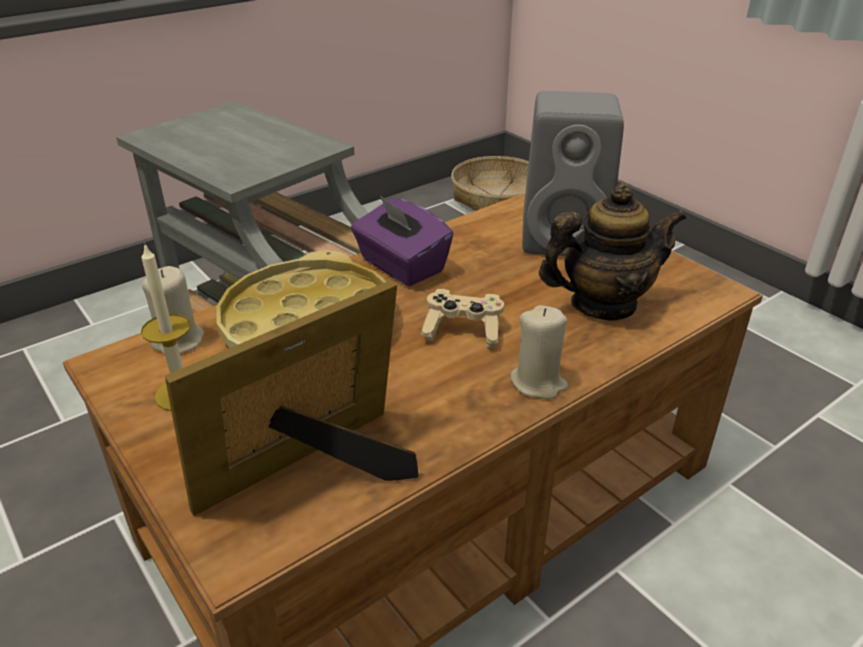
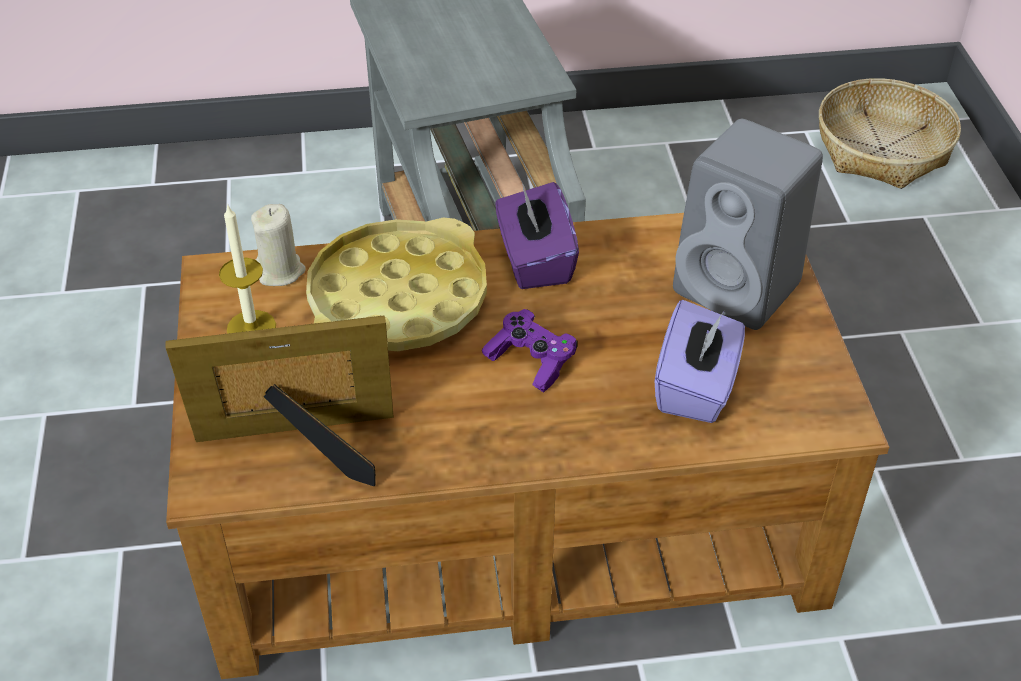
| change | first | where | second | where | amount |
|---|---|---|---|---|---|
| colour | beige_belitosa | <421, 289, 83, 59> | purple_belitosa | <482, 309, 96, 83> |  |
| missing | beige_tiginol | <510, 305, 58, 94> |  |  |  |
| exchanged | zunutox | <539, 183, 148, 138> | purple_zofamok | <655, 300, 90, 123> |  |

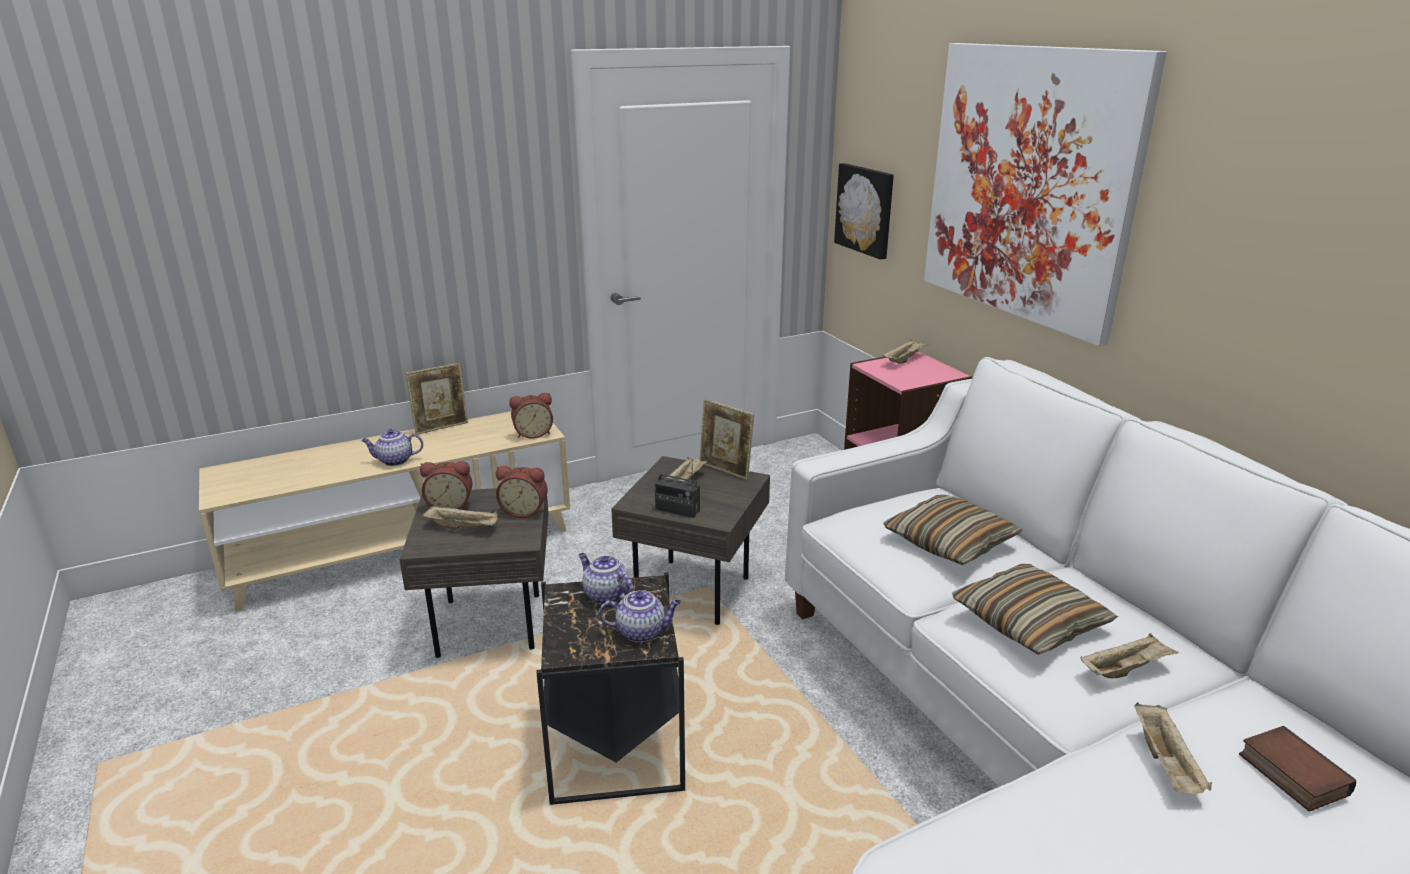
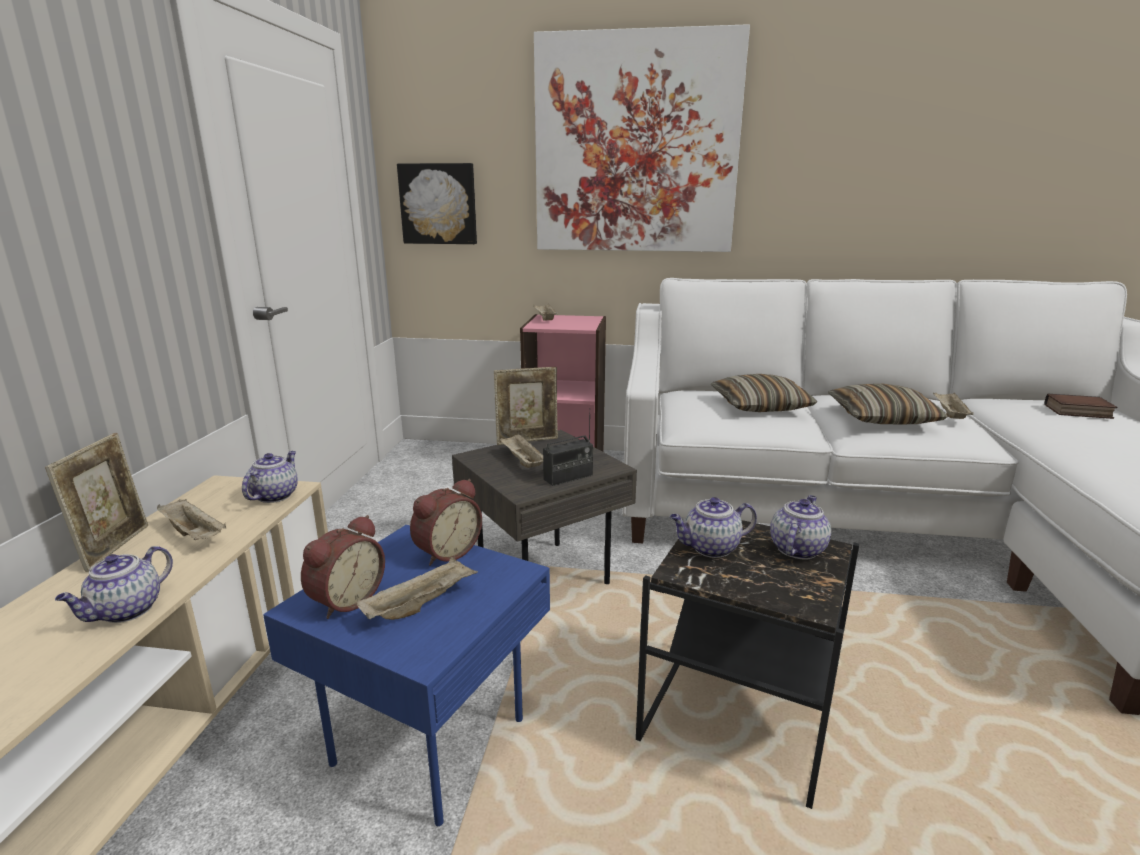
| change | first | where | second | where | amount |
|---|---|---|---|---|---|
| colour | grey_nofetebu | <399, 488, 150, 170> | blue_nofetebu | <263, 525, 287, 301> |  |
| exchanged | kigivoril | <509, 393, 44, 46> | zunutox | <242, 451, 56, 52> |  |
| relocated | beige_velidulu | <1134, 702, 78, 92> |  | <157, 499, 69, 41> |  |

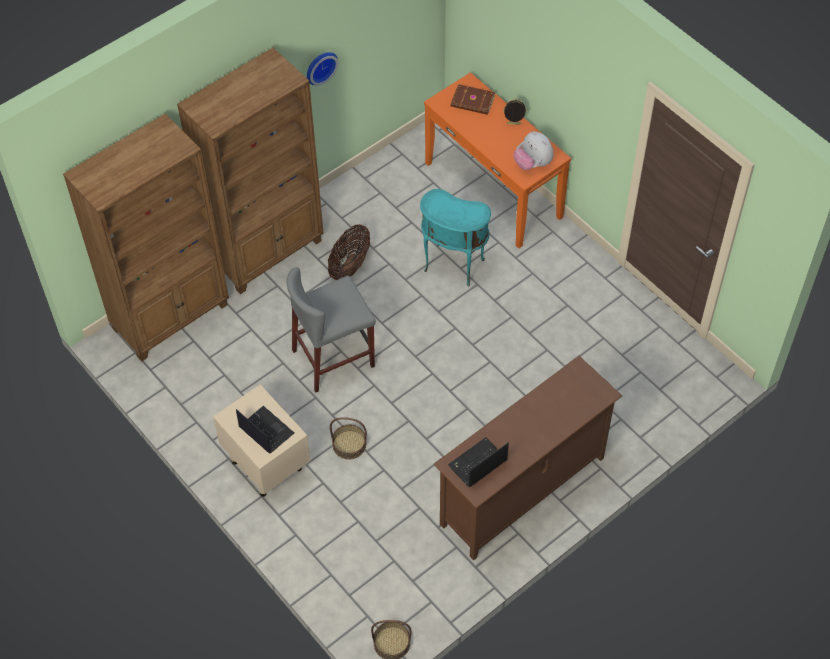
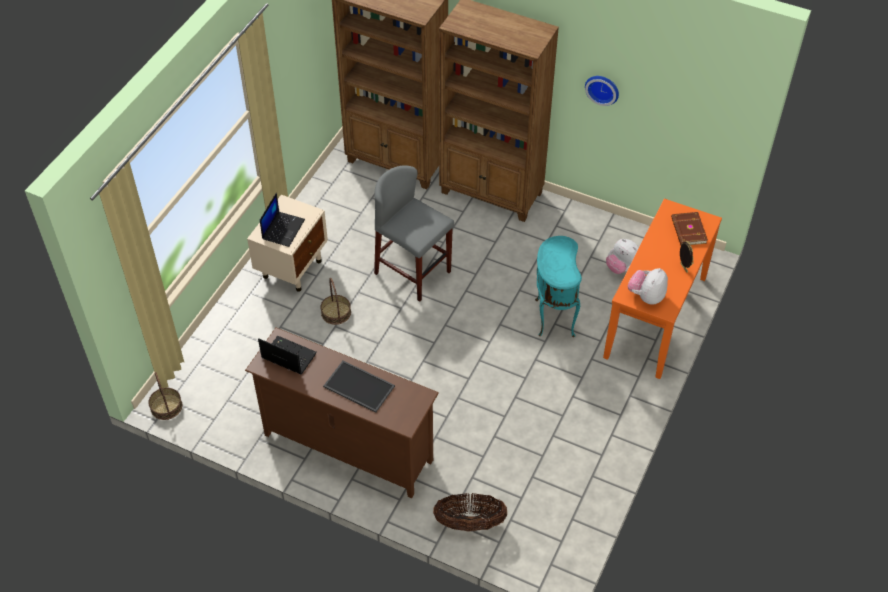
| change | first | where | second | where | amount |
|---|---|---|---|---|---|
| relocated | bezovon | <328, 224, 42, 56> |  | <433, 493, 74, 38> |  |
| appeared |  |  | velidulu | <323, 361, 72, 52> |  |
| appeared |  |  | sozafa | <606, 239, 33, 35> |  |

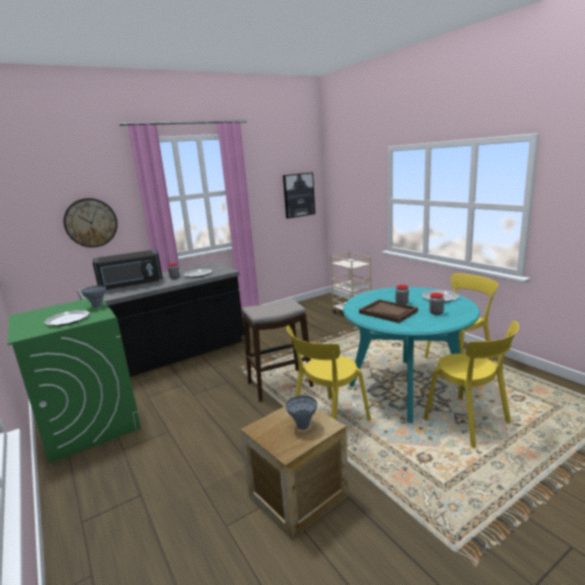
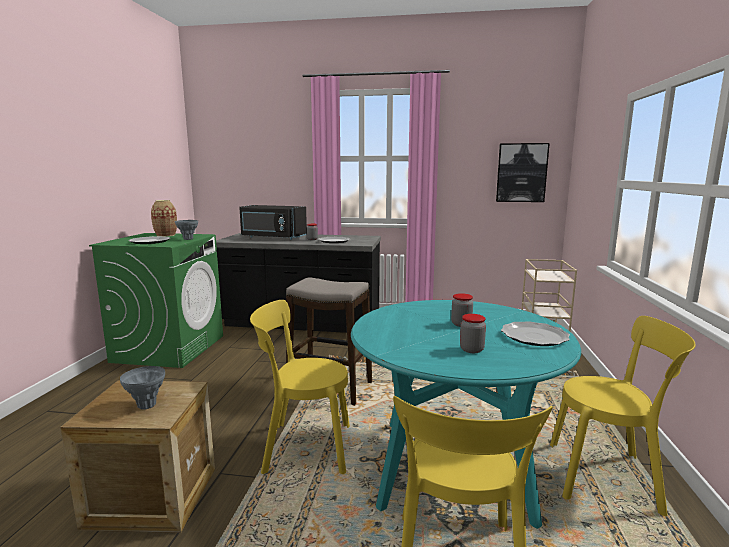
| change | first | where | second | where | amount |
|---|---|---|---|---|---|
| missing | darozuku | <64, 198, 54, 50> |  |  |  |
| missing | brown_velidulu | <359, 299, 59, 24> |  |  |  |
| appeared |  |  | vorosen | <151, 200, 26, 37> |  |

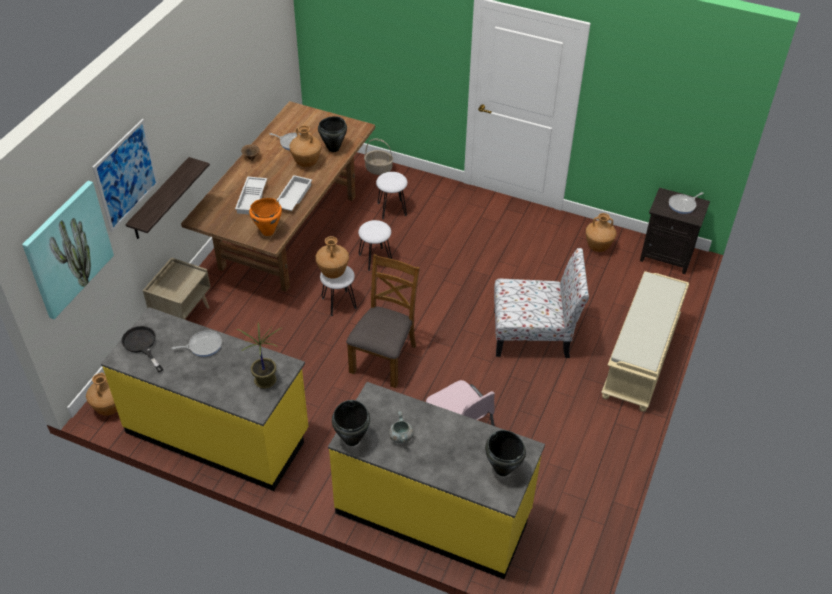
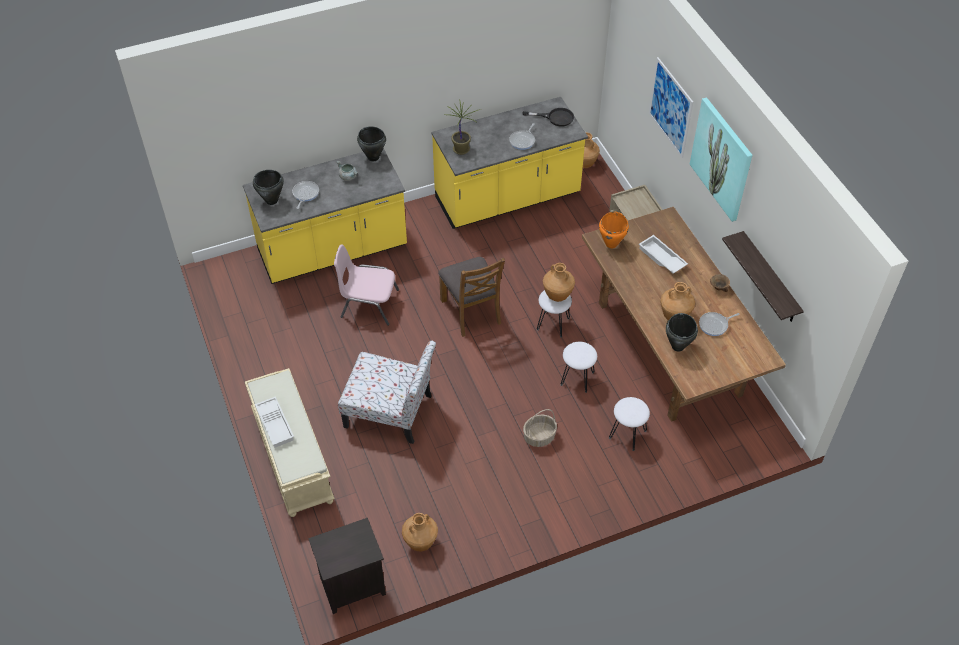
| change | first | where | second | where | amount |
|---|---|---|---|---|---|
| relocated | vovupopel | <22, 181, 92, 138> |  | <690, 97, 62, 125> |  |
| relocated | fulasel | <125, 157, 85, 82> |  | <722, 231, 82, 91> |  |
| relocated | white_velidulu | <277, 175, 35, 36> |  | <255, 396, 39, 52> |  |
| relocated | bezovon | <364, 139, 29, 36> |  | <523, 409, 34, 38> |  |
| spun | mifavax | <494, 248, 95, 110> |  | <338, 340, 98, 104> | 120 degrees counterclockwise |
| relocated | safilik | <669, 192, 35, 22> |  | <292, 181, 27, 28> |  |

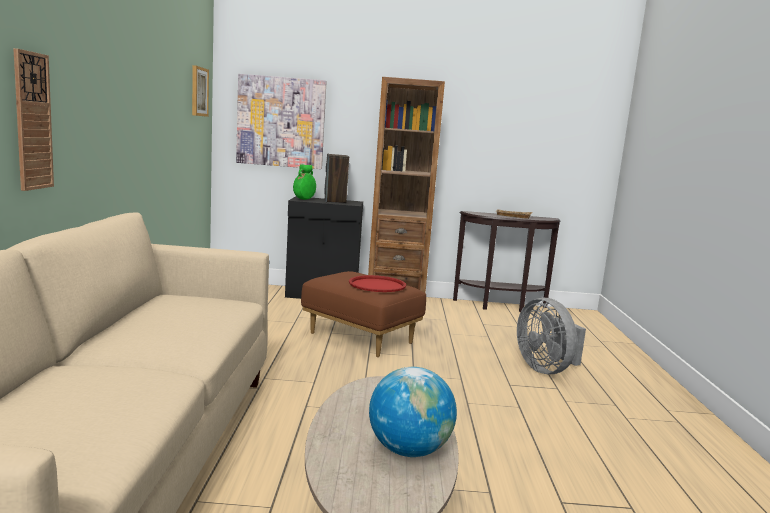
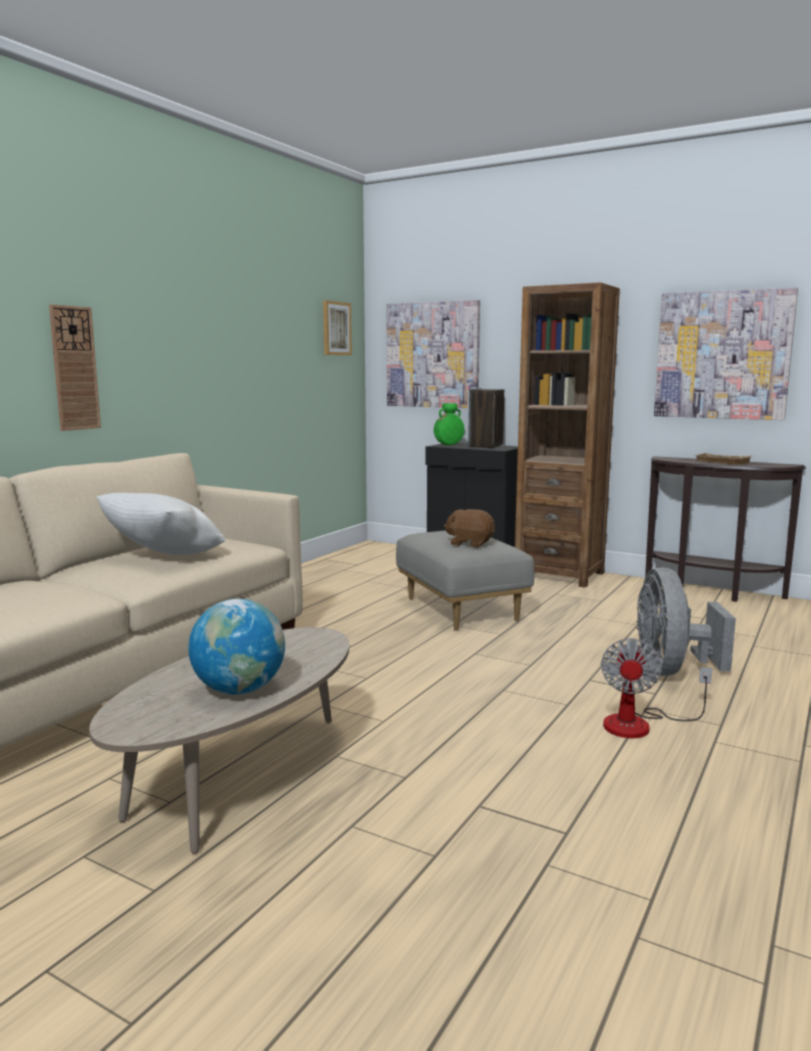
| change | first | where | second | where | amount |
|---|---|---|---|---|---|
| colour | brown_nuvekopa | <301, 271, 125, 86> | grey_nuvekopa | <396, 531, 138, 100> |  |
| exchanged | red_velidulu | <349, 275, 57, 17> | brown_sozafa | <444, 509, 51, 39> |  |
| appeared |  |  | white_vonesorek | <96, 493, 130, 62> |  |
| appeared |  |  | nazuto | <601, 638, 111, 100> |  |
| appeared |  |  | vovupopel | <654, 287, 144, 133> |  |

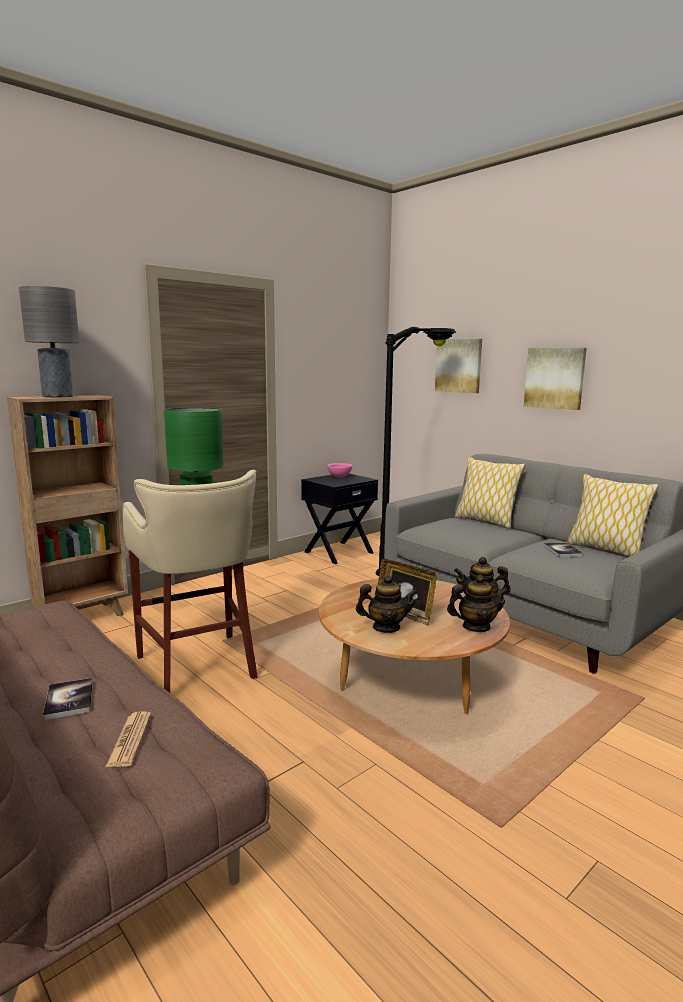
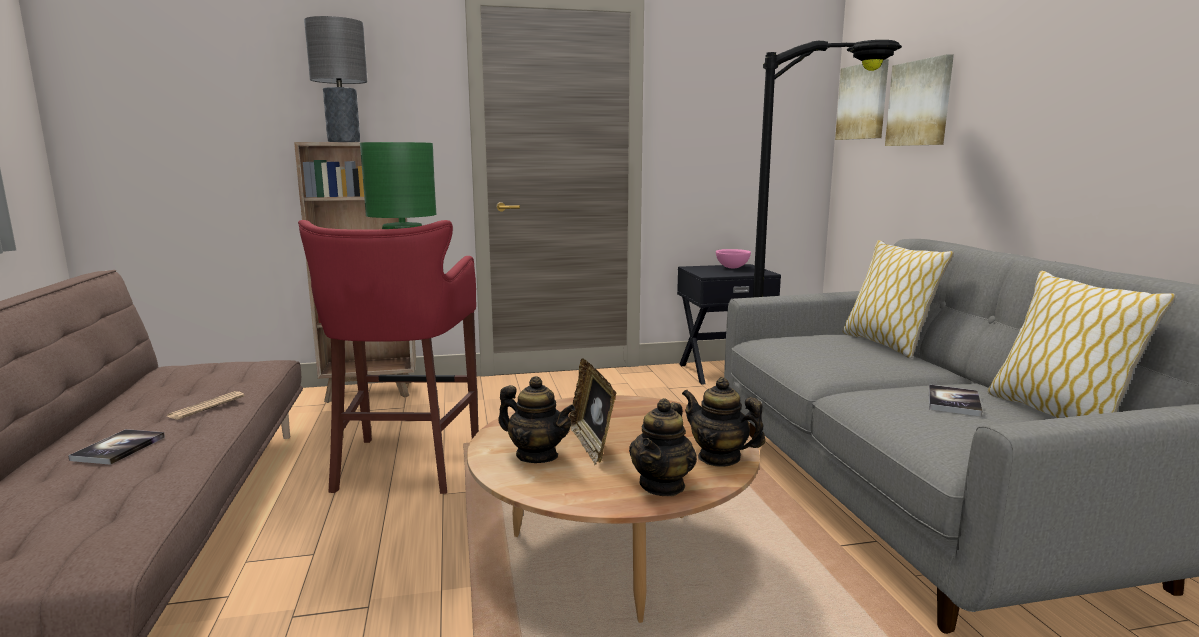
| change | first | where | second | where | amount |
|---|---|---|---|---|---|
| relocated | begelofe | <106, 711, 45, 56> |  | <167, 391, 78, 29> |  |
| colour | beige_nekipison | <123, 470, 135, 223> | red_nekipison | <298, 220, 181, 274> |  |
| spun | zunutox | <447, 575, 62, 57> |  | <629, 398, 68, 98> | 90 degrees clockwise |
| relocated | vovupopel | <524, 348, 63, 62> |  | <835, 59, 54, 81> |  |

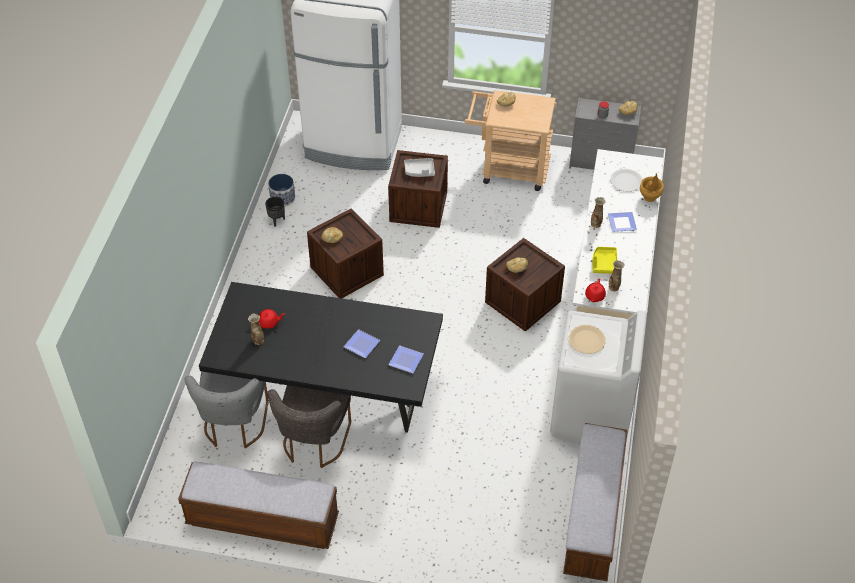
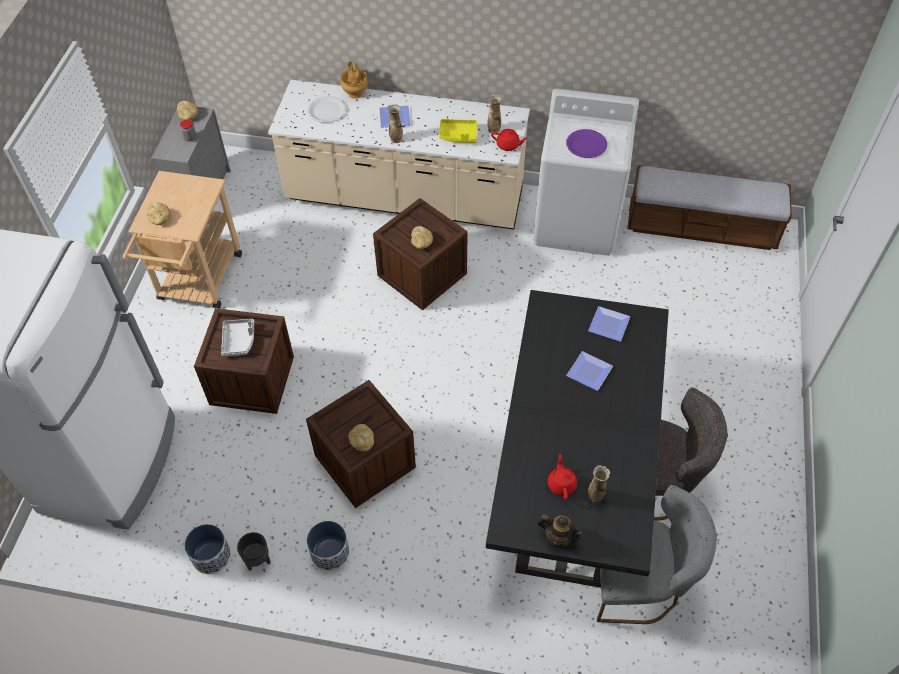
| change | first | where | second | where | amount |
|---|---|---|---|---|---|
| missing | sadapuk | <178, 462, 161, 87> |  |  |  |
| colour | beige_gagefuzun | <569, 325, 36, 29> | purple_gagefuzun | <566, 129, 41, 29> |  |
| appeared |  |  | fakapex | <307, 521, 42, 50> |  |
| appeared |  |  | zunutox | <537, 514, 47, 34> |  |

